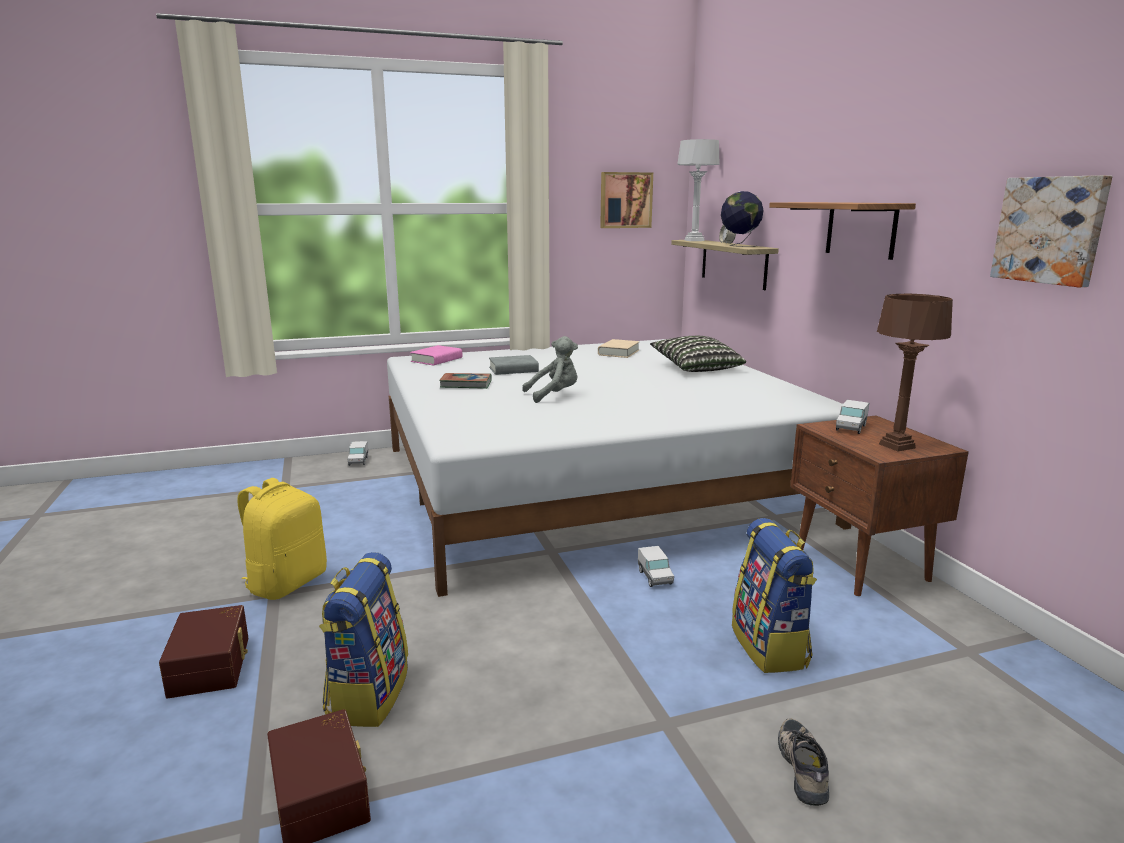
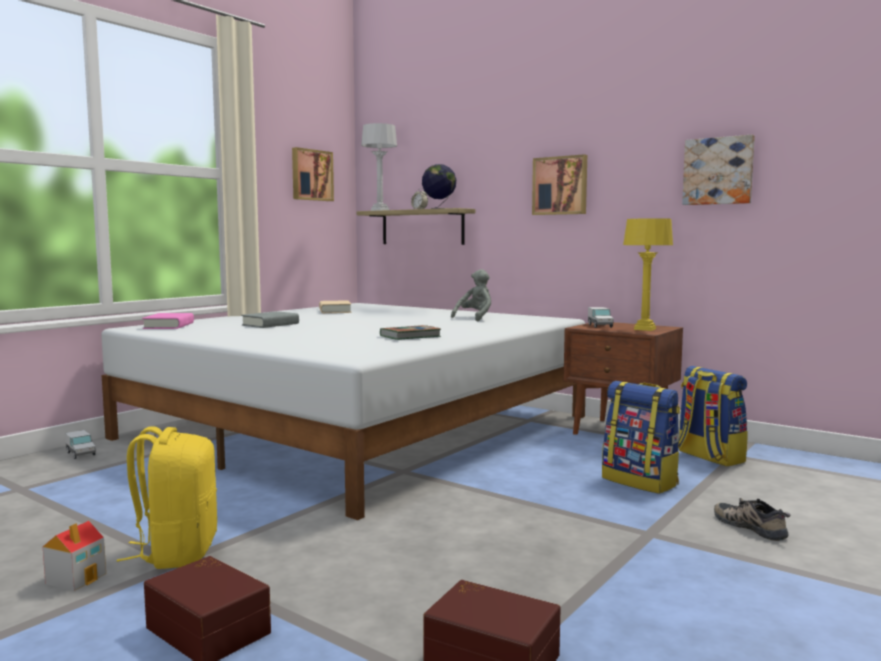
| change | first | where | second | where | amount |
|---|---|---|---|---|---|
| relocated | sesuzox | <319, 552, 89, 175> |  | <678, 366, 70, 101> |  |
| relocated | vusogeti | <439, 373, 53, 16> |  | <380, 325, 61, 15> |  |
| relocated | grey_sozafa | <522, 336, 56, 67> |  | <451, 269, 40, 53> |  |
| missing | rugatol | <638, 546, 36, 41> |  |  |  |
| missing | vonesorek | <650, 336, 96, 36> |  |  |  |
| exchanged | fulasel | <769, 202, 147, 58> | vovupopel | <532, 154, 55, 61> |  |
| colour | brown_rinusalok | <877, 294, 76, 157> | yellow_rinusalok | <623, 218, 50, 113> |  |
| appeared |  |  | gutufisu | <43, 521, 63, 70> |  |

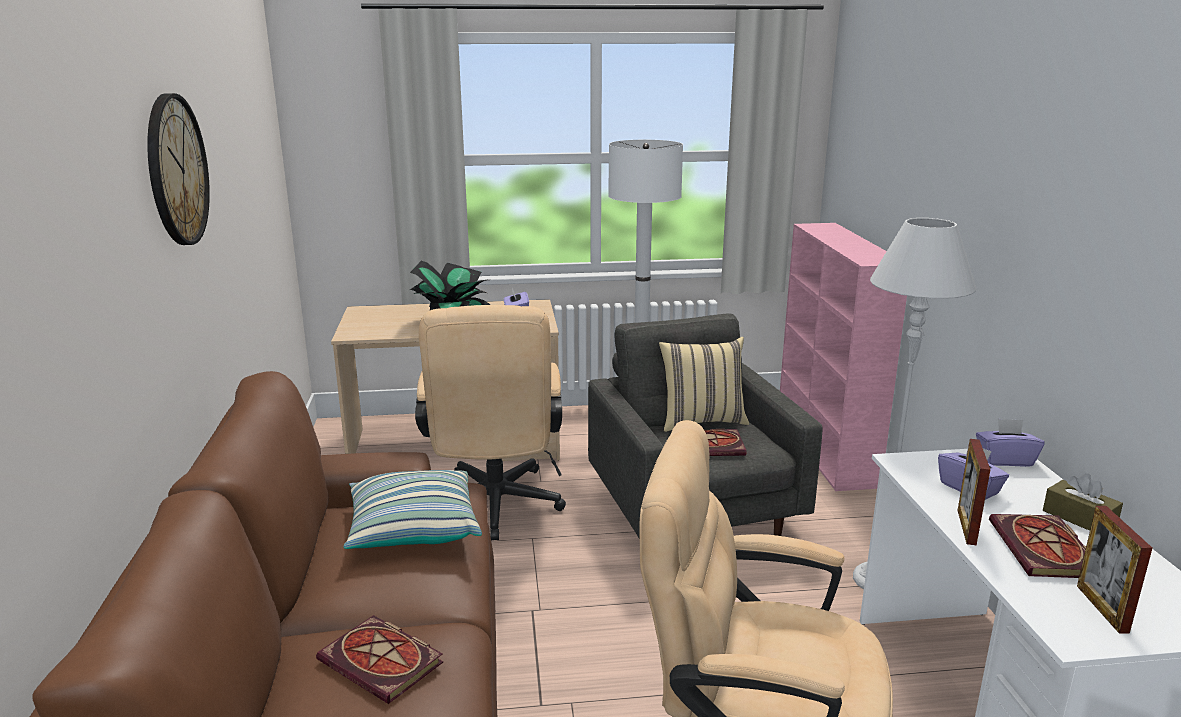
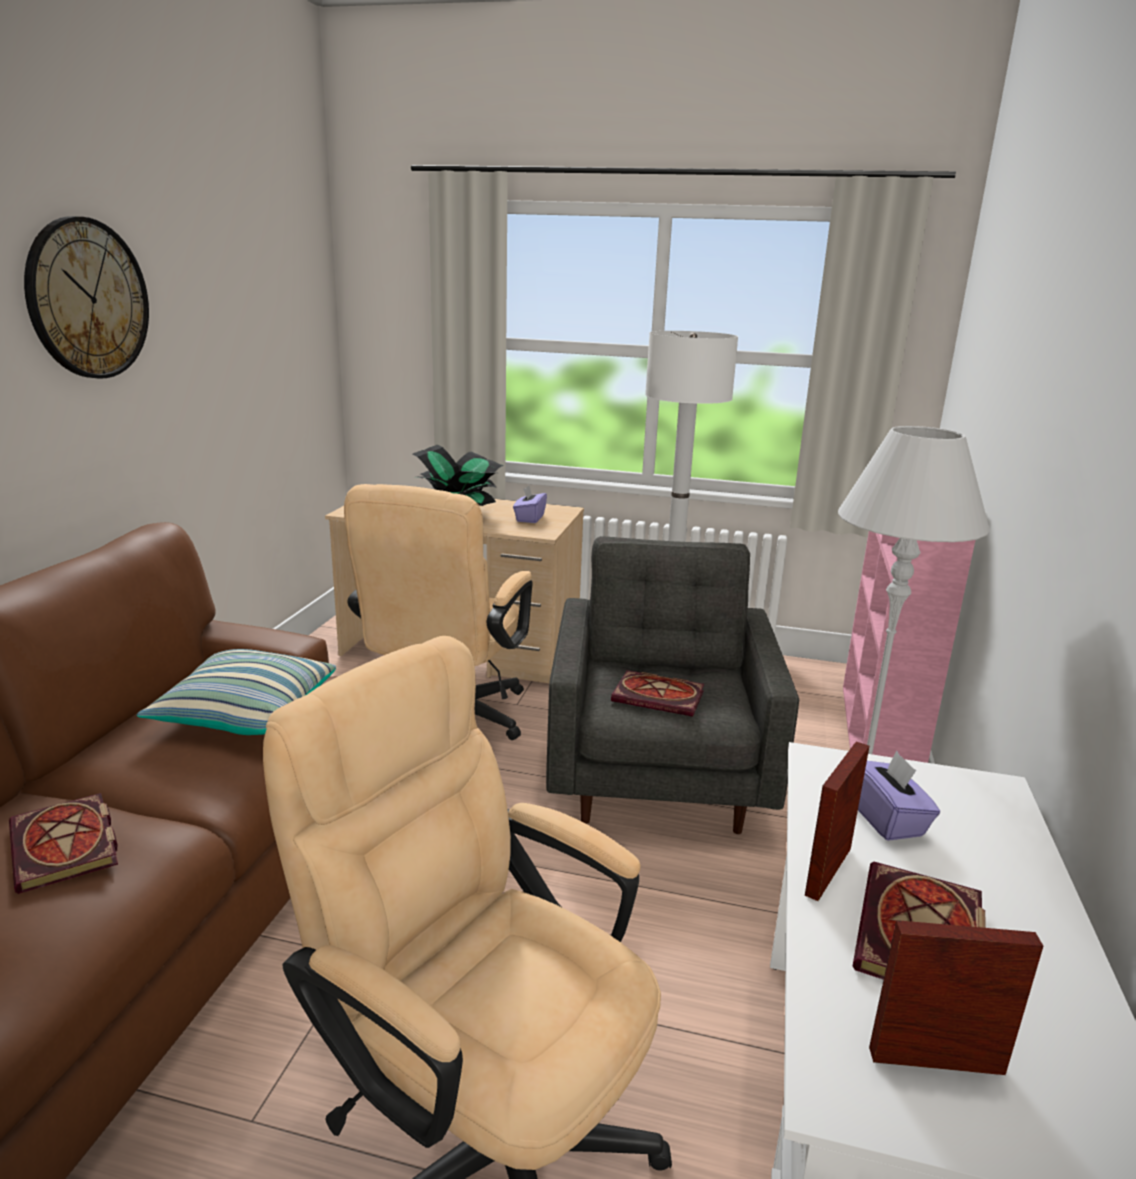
| change | first | where | second | where | amount |
|---|---|---|---|---|---|
| missing | beige_vonesorek | <659, 337, 90, 95> |  |  |  |
| missing | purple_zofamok | <976, 418, 69, 49> |  |  |  |
| missing | brown_zofamok | <1043, 473, 80, 58> |  |  |  |
| spun | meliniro | <1077, 506, 75, 127> |  | <869, 920, 174, 155> | 75 degrees clockwise |

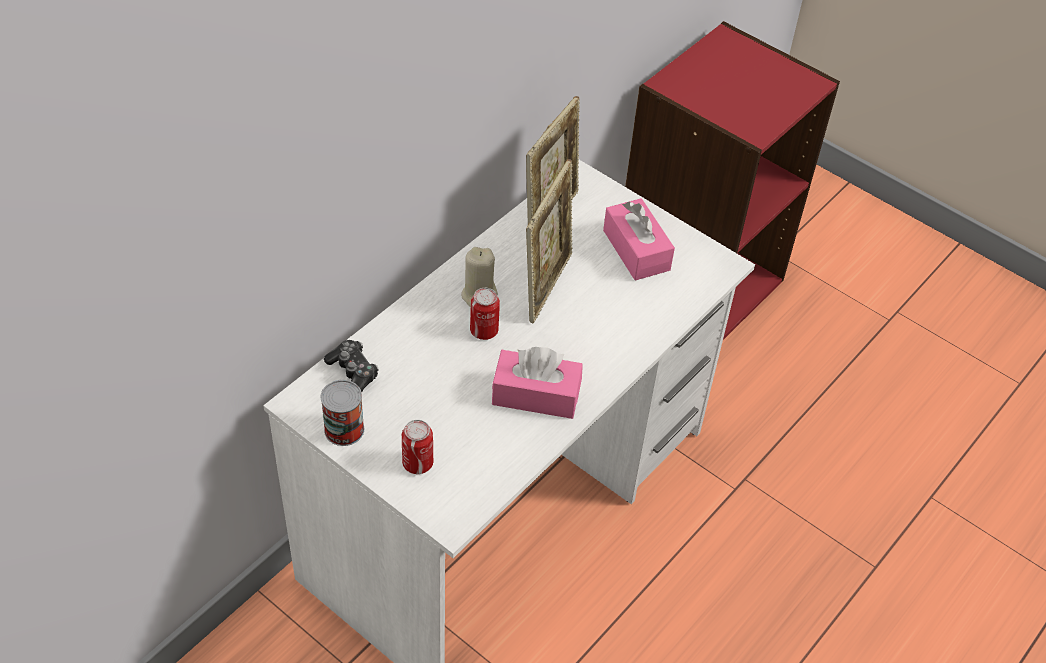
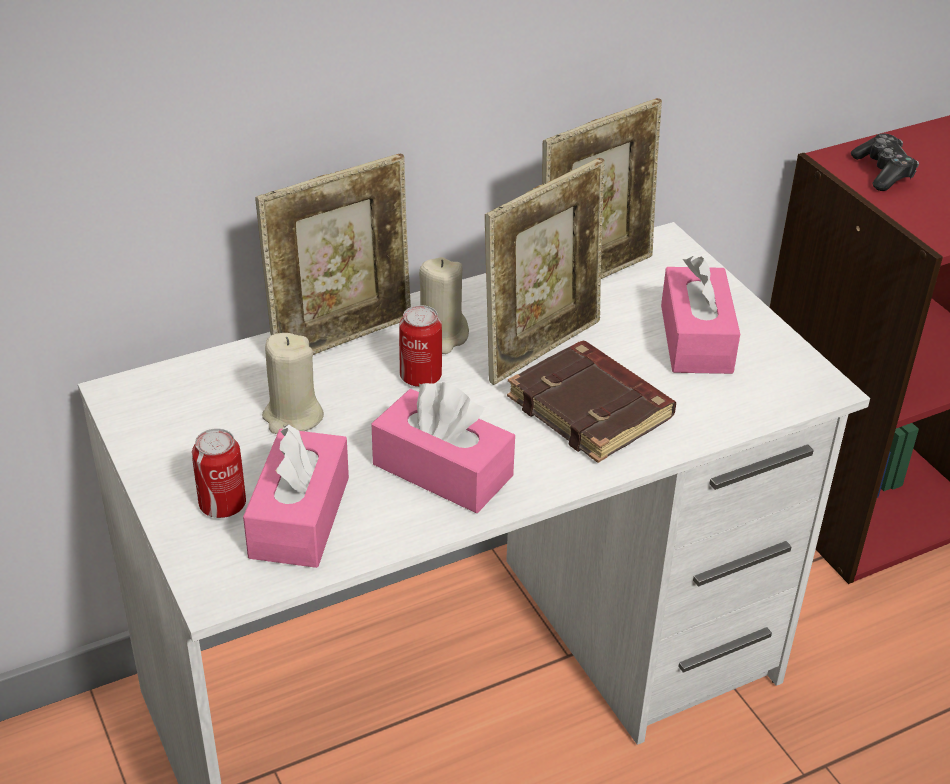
| change | first | where | second | where | amount |
|---|---|---|---|---|---|
| missing | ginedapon | <321, 380, 43, 66> |  |  |  |
| relocated | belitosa | <324, 340, 54, 52> |  | <851, 134, 68, 57> |  |
| appeared |  |  | pink_zofamok | <243, 424, 106, 144> |  |
| appeared |  |  | meliniro | <255, 153, 156, 202> |  |
| appeared |  |  | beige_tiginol | <262, 333, 62, 101> |  |
| appeared |  |  | brown_vusogeti | <507, 341, 169, 122> |  |

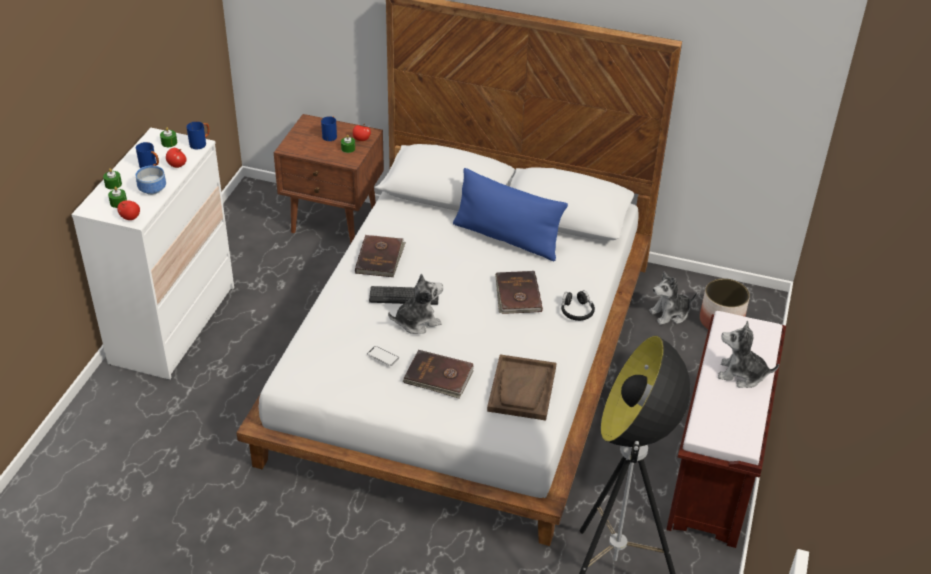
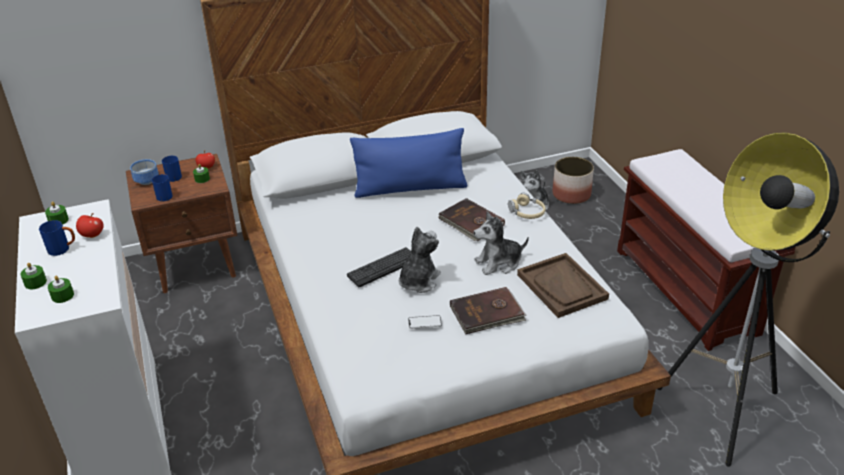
| change | first | where | second | where | amount |
|---|---|---|---|---|---|
| missing | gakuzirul | <117, 200, 23, 20> |  |  |  |
| relocated | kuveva | <136, 166, 30, 29> |  | <130, 159, 29, 26> |  |
| relocated | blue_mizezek | <186, 121, 23, 28> |  | <152, 174, 21, 27> |  |
| missing | brown_vusogeti | <355, 235, 51, 42> |  |  |  |
| colour | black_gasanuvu | <561, 290, 34, 31> | beige_gasanuvu | <508, 193, 38, 26> |  |
| relocated | sozafa | <718, 320, 61, 68> |  | <473, 211, 56, 64> |  |

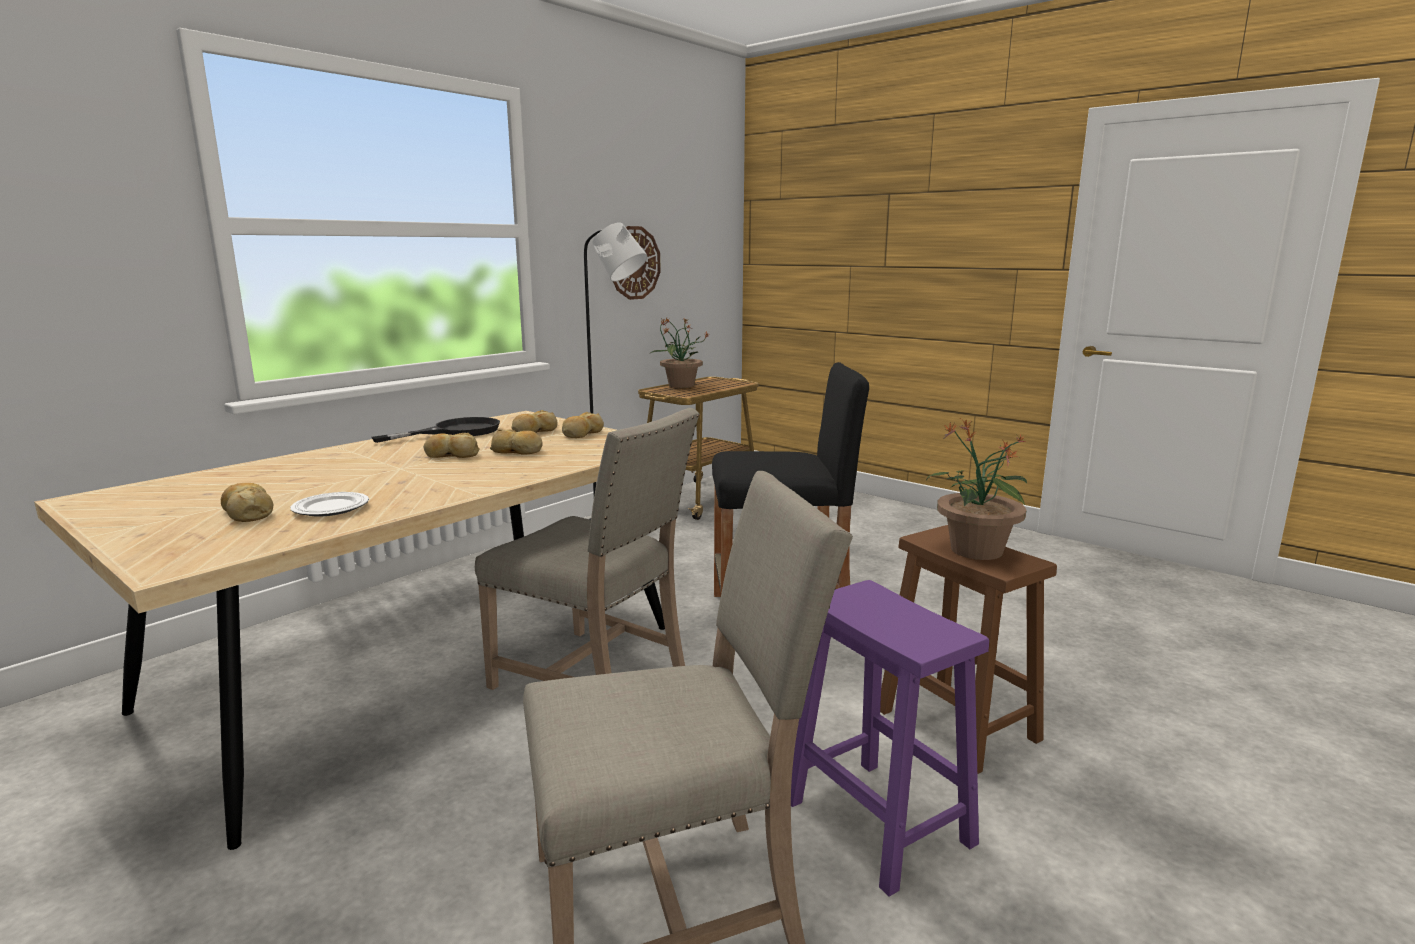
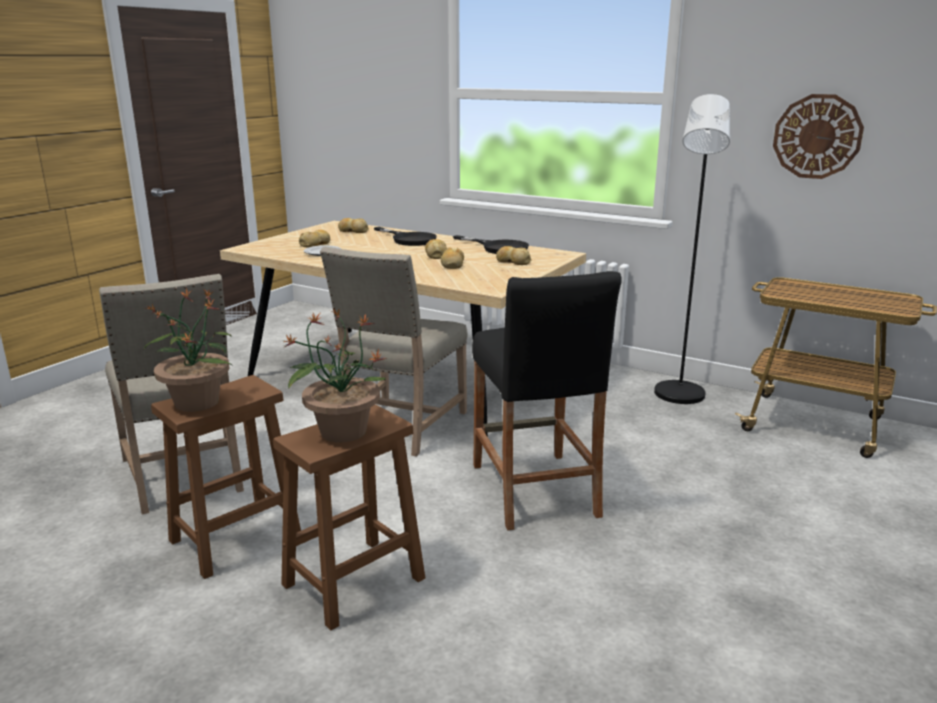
| change | first | where | second | where | amount |
|---|---|---|---|---|---|
| relocated | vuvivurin | <562, 412, 42, 26> |  | <338, 218, 31, 15> |  |
| relocated | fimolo | <649, 317, 60, 71> |  | <143, 288, 89, 124> |  |
| colour | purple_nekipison | <791, 580, 198, 317> | brown_nekipison | <151, 375, 150, 204> |  |
| appeared |  |  | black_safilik | <374, 227, 63, 19> |  |

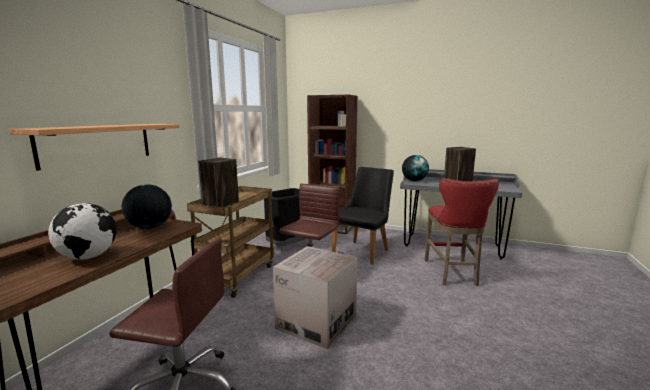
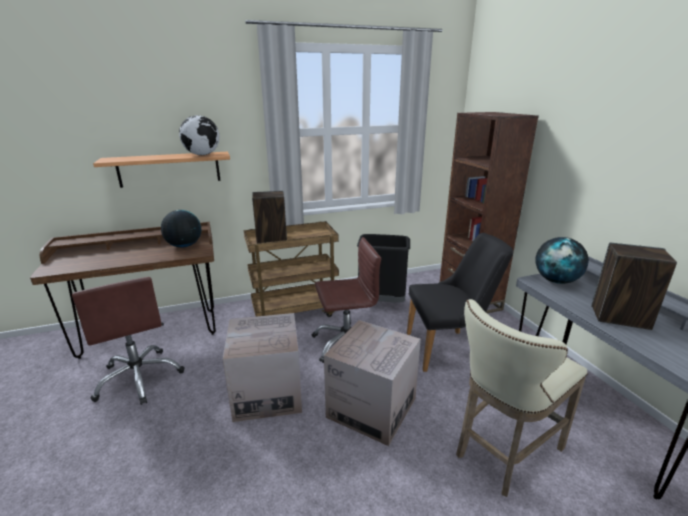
| change | first | where | second | where | amount |
|---|---|---|---|---|---|
| relocated | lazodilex | <48, 203, 69, 57> |  | <179, 115, 41, 40> |  |
| colour | red_nekipison | <425, 178, 74, 108> | beige_nekipison | <456, 299, 132, 198> |  |
| appeared |  |  | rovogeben | <324, 320, 97, 126> |  |

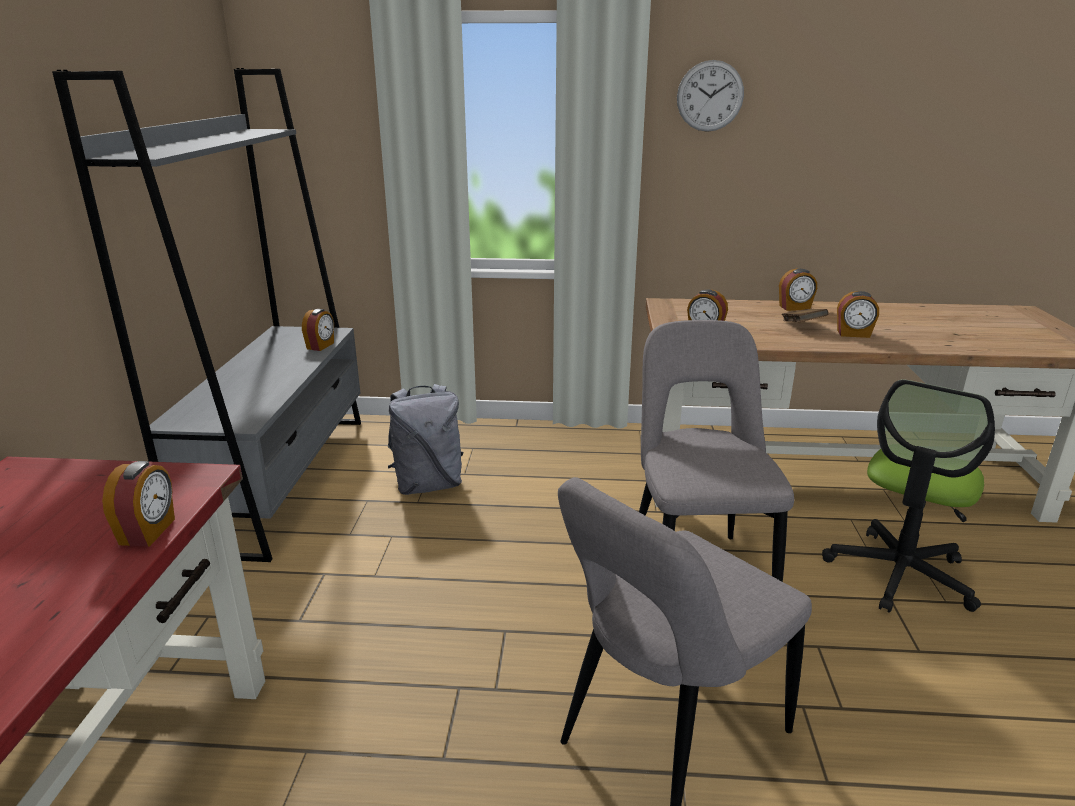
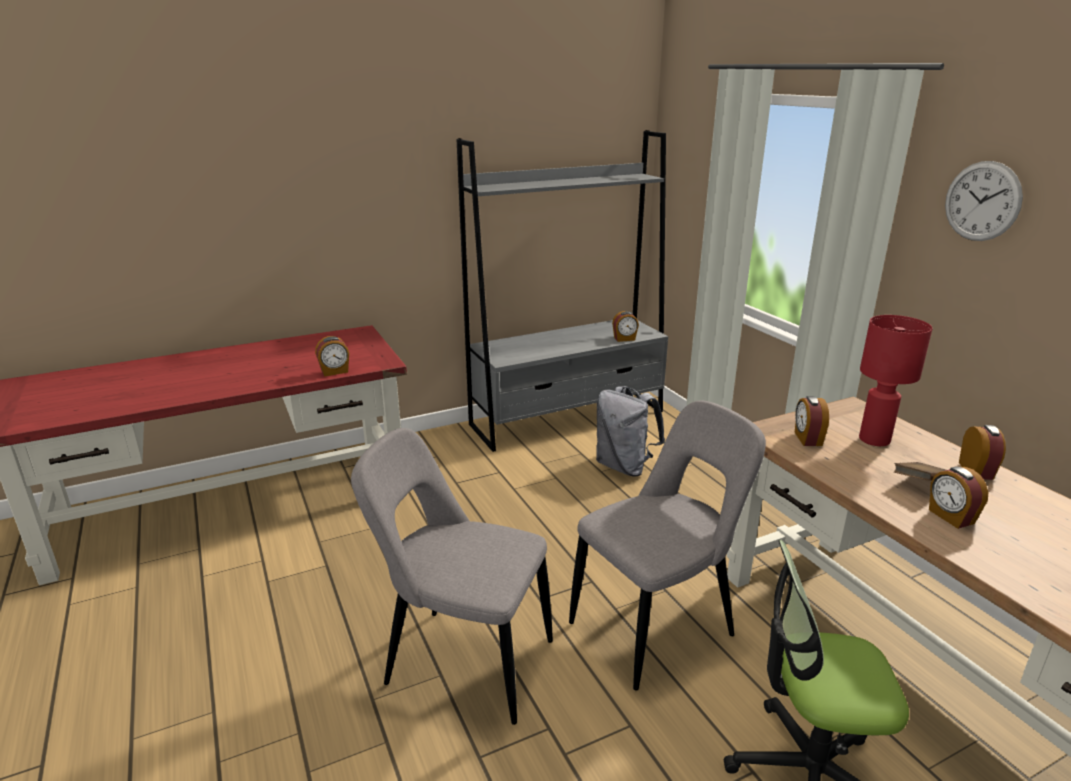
| change | first | where | second | where | amount |
|---|---|---|---|---|---|
| spun | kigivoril | <779, 269, 38, 42> |  | <959, 425, 47, 55> | 135 degrees counterclockwise |
| appeared |  |  | red_rinusalok | <859, 315, 74, 131> |  |

